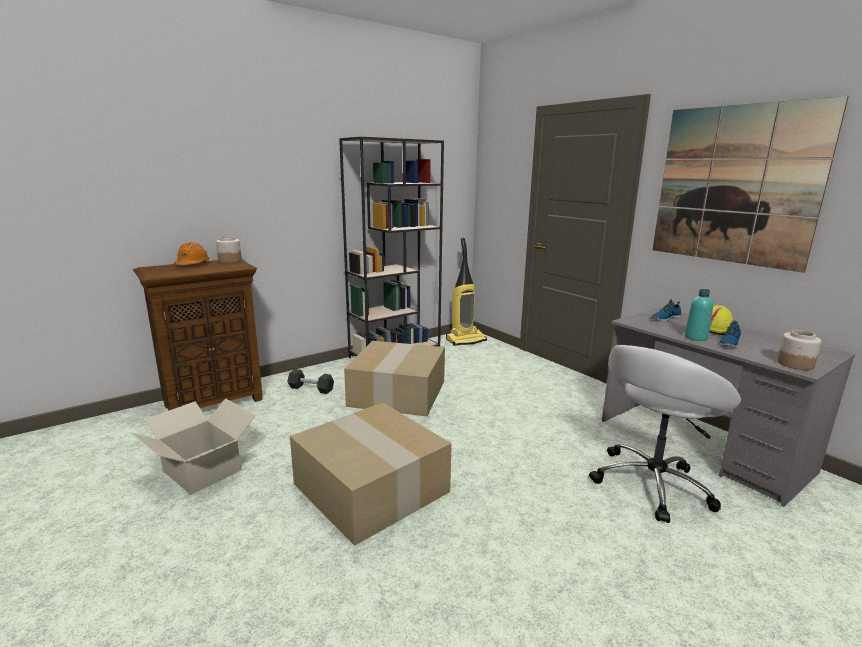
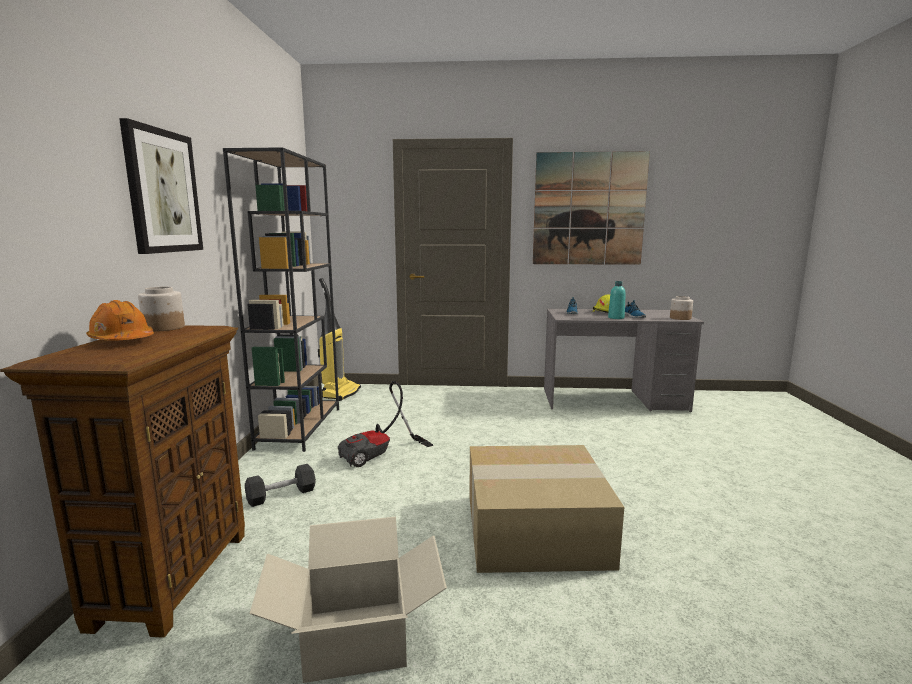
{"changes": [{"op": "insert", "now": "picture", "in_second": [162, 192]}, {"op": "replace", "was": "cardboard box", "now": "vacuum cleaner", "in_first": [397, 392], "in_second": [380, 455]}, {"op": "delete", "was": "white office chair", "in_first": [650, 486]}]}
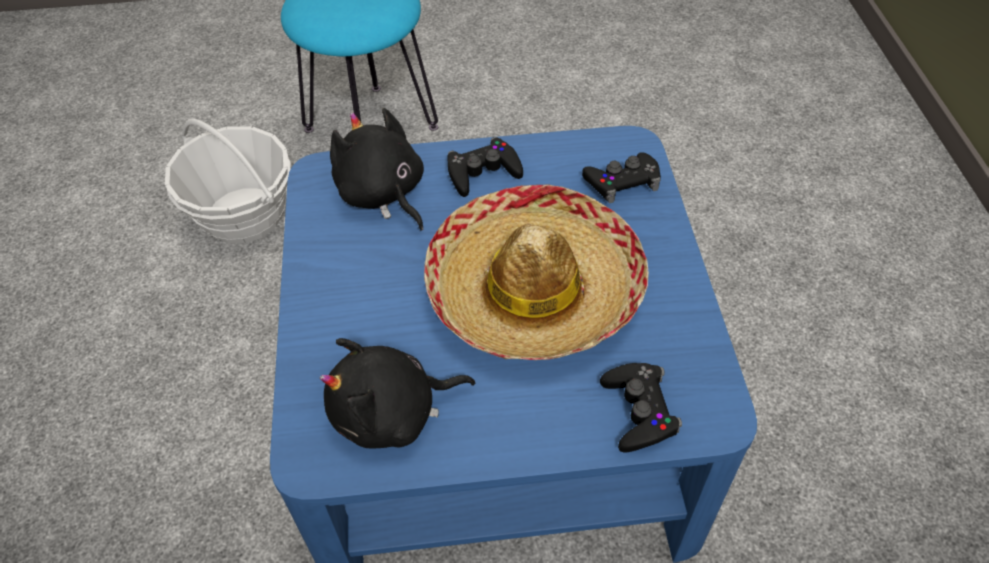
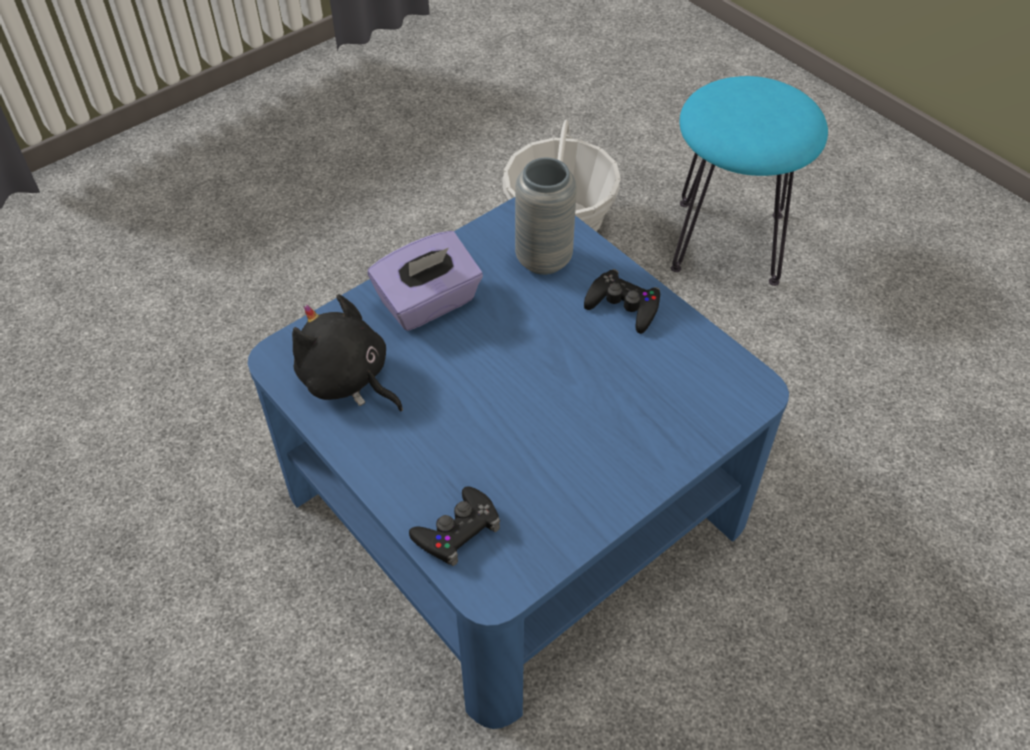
{"changes": [{"op": "insert", "now": "purple tissue box", "in_second": [429, 303]}, {"op": "replace", "was": "black plush toy", "now": "grey vase", "in_first": [383, 194], "in_second": [543, 259]}, {"op": "delete", "was": "hat", "in_first": [534, 289]}, {"op": "delete", "was": "black game controller", "in_first": [622, 182]}]}
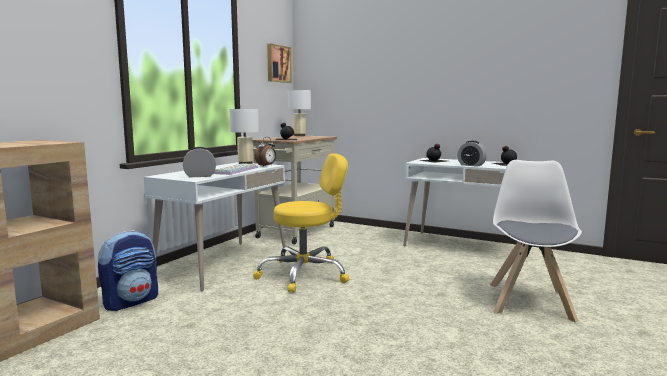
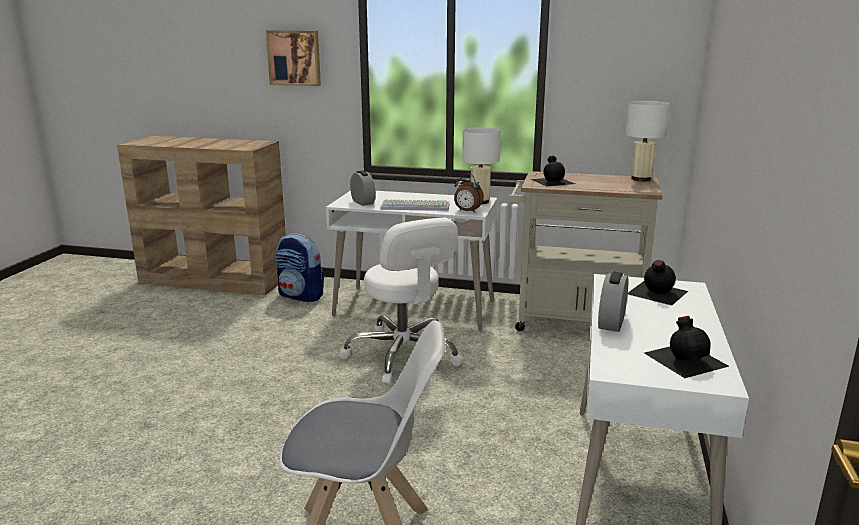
{"changes": [{"op": "move", "was": "picture", "in_first": [278, 64], "in_second": [294, 58]}, {"op": "recolor", "was": "yellow office chair", "now": "white office chair", "in_first": [308, 274], "in_second": [405, 357]}]}
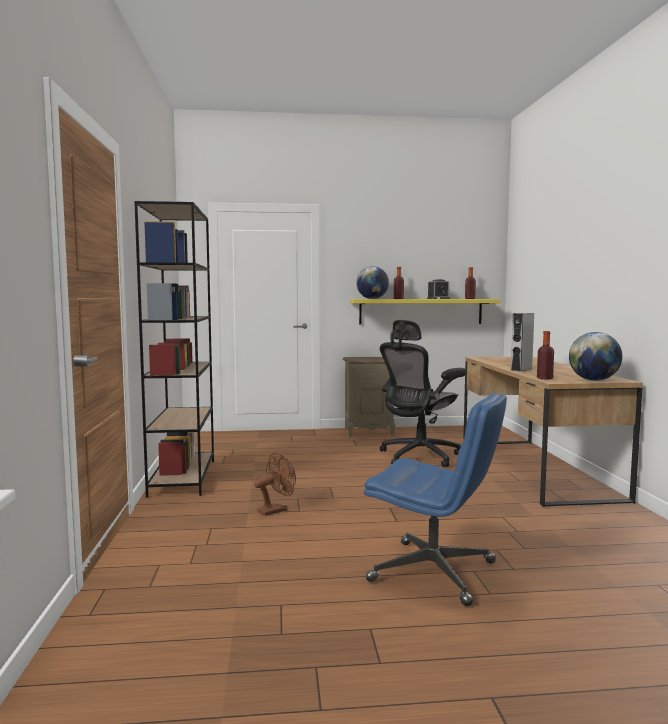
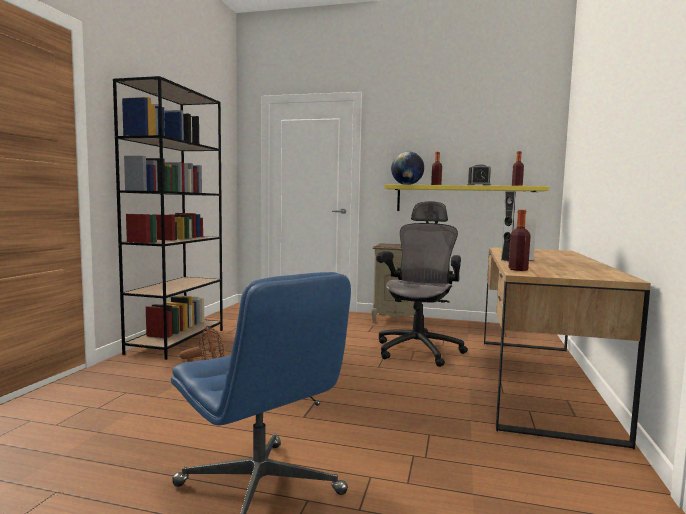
{"changes": [{"op": "rotate", "was": "office chair", "in_first": [419, 457], "in_second": [418, 350], "clockwise": 135}, {"op": "delete", "was": "globe", "in_first": [593, 380]}]}
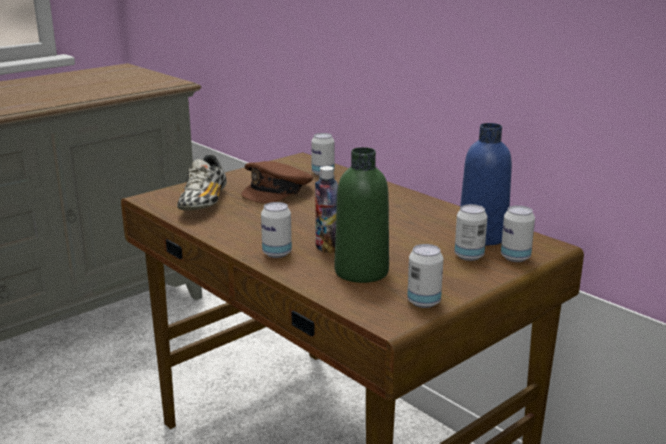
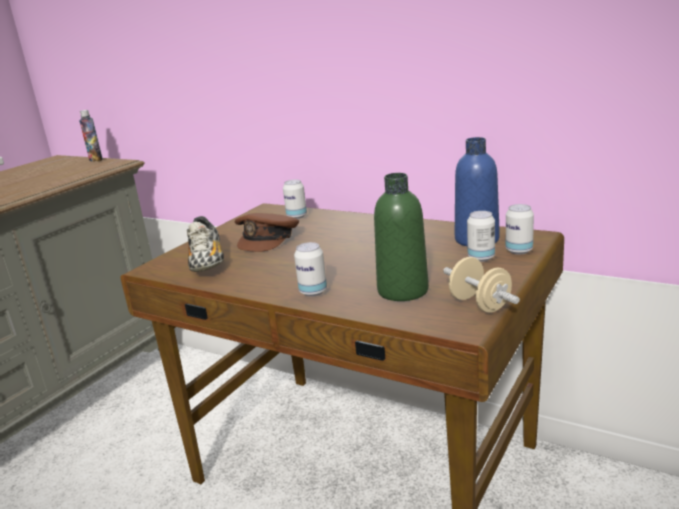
{"changes": [{"op": "move", "was": "bottle", "in_first": [326, 247], "in_second": [96, 160]}, {"op": "replace", "was": "can", "now": "beige dumbbell", "in_first": [424, 302], "in_second": [480, 304]}]}
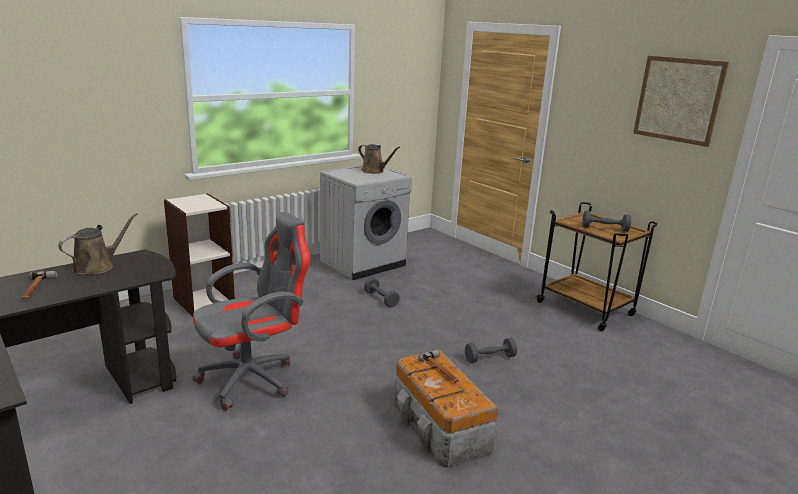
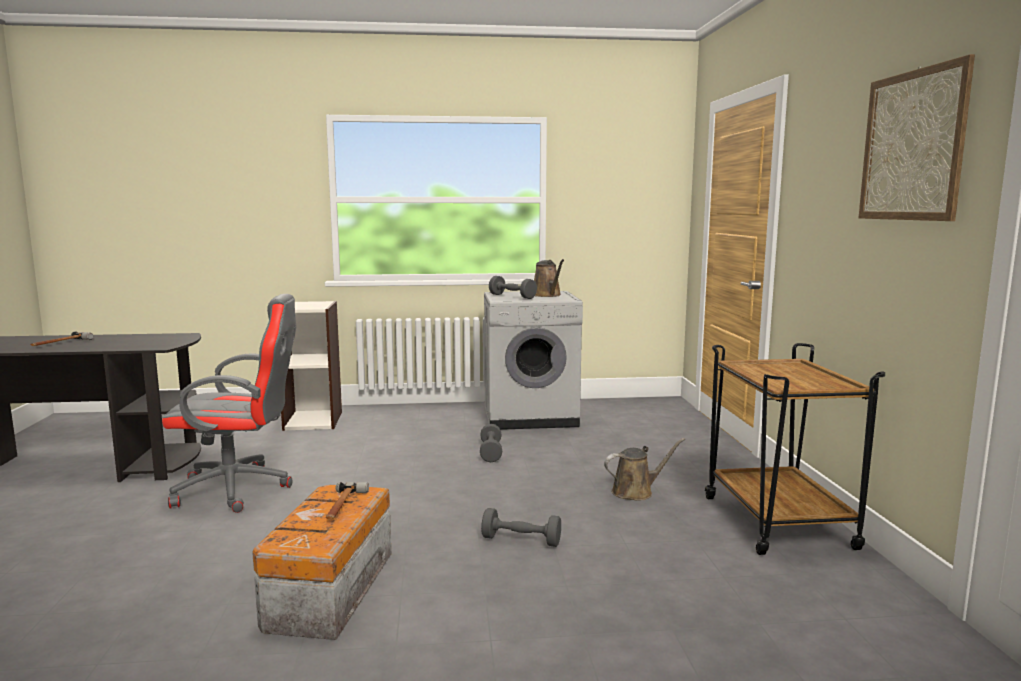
{"changes": [{"op": "move", "was": "grey dumbbell", "in_first": [604, 229], "in_second": [512, 296]}, {"op": "move", "was": "brown watering can", "in_first": [97, 267], "in_second": [636, 492]}]}
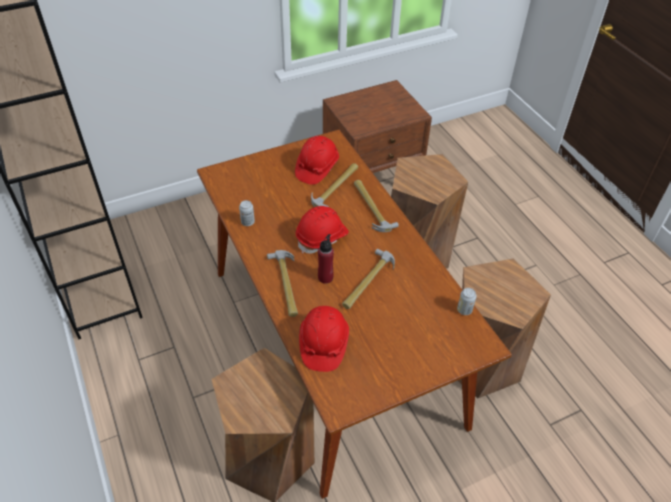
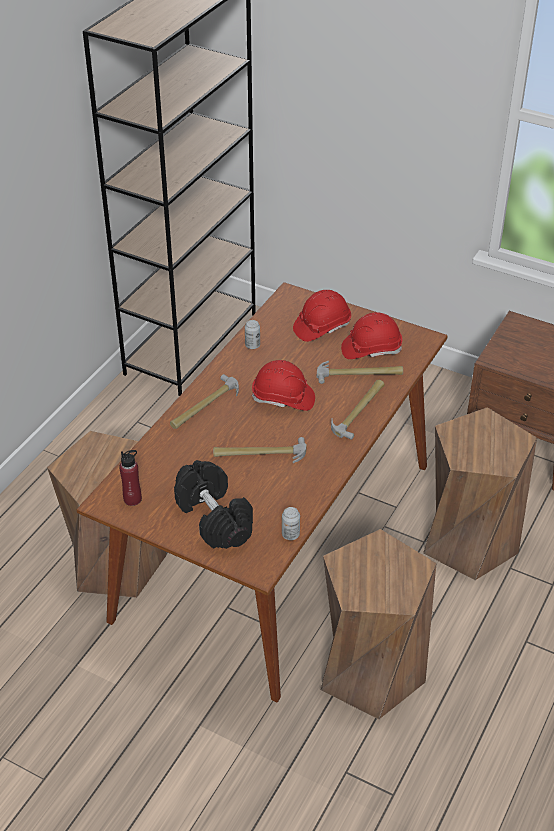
{"changes": [{"op": "move", "was": "red bottle", "in_first": [325, 277], "in_second": [132, 499]}, {"op": "insert", "now": "black dumbbell", "in_second": [215, 518]}, {"op": "move", "was": "red hard hat", "in_first": [323, 344], "in_second": [322, 327]}]}
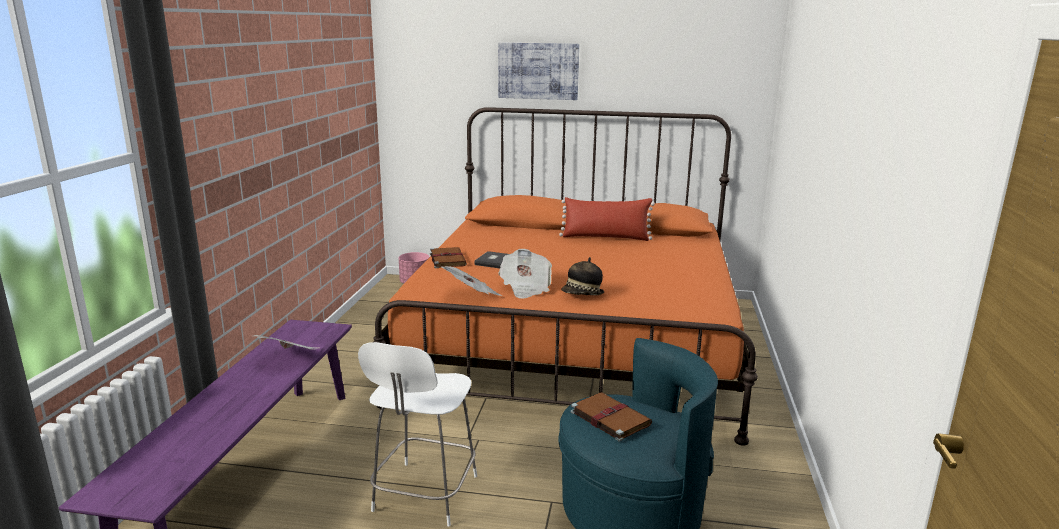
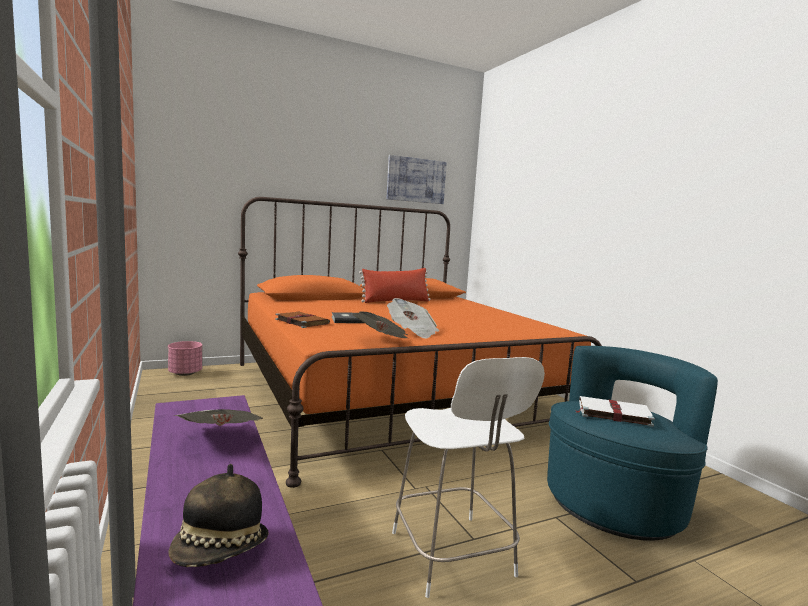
{"changes": [{"op": "move", "was": "hat", "in_first": [582, 295], "in_second": [220, 551]}, {"op": "move", "was": "picture", "in_first": [538, 71], "in_second": [416, 180]}, {"op": "recolor", "was": "brown book", "now": "white book", "in_first": [609, 418], "in_second": [612, 413]}]}
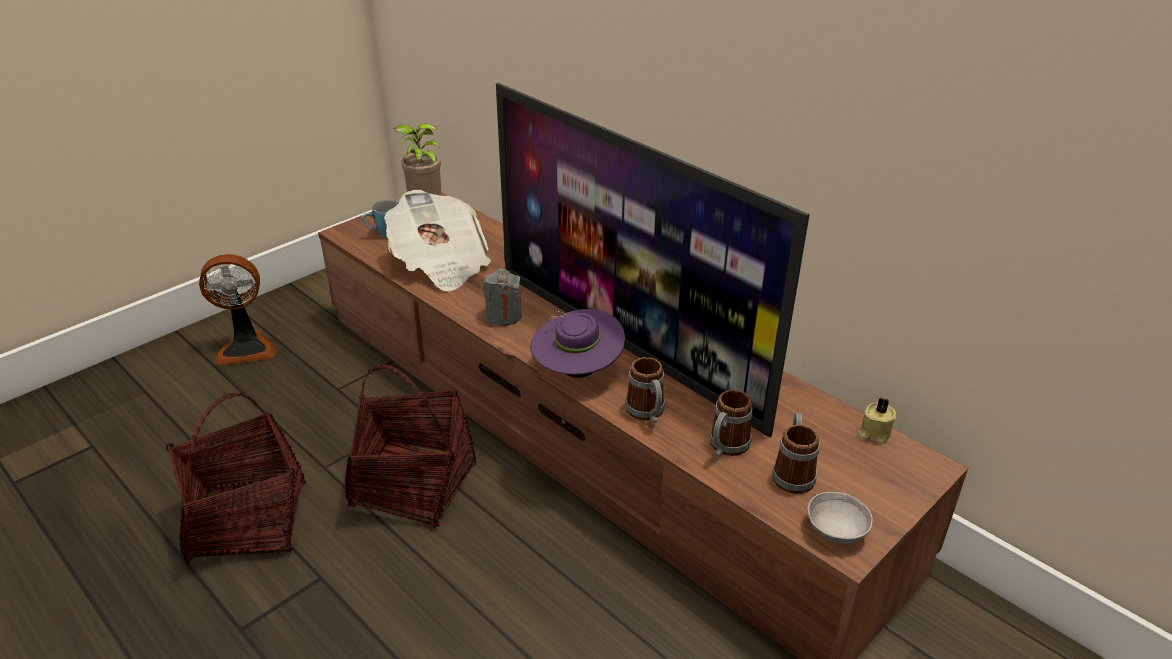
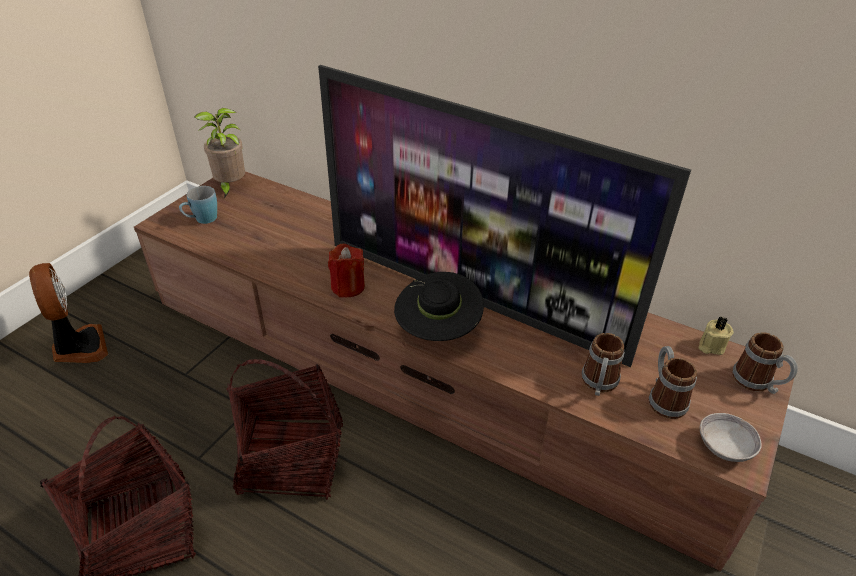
{"changes": [{"op": "rotate", "was": "fan", "in_first": [247, 348], "in_second": [79, 347], "clockwise": -90}, {"op": "recolor", "was": "grey candle", "now": "red candle", "in_first": [503, 316], "in_second": [348, 287]}, {"op": "recolor", "was": "purple hat", "now": "black hat", "in_first": [577, 371], "in_second": [438, 331]}, {"op": "move", "was": "mug", "in_first": [647, 413], "in_second": [757, 383]}, {"op": "delete", "was": "newspaper", "in_first": [440, 264]}]}
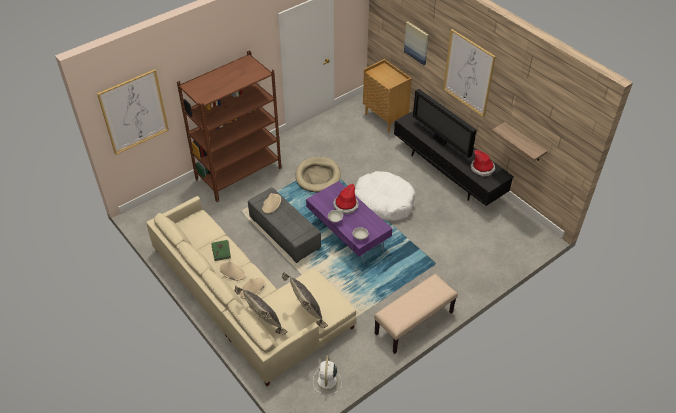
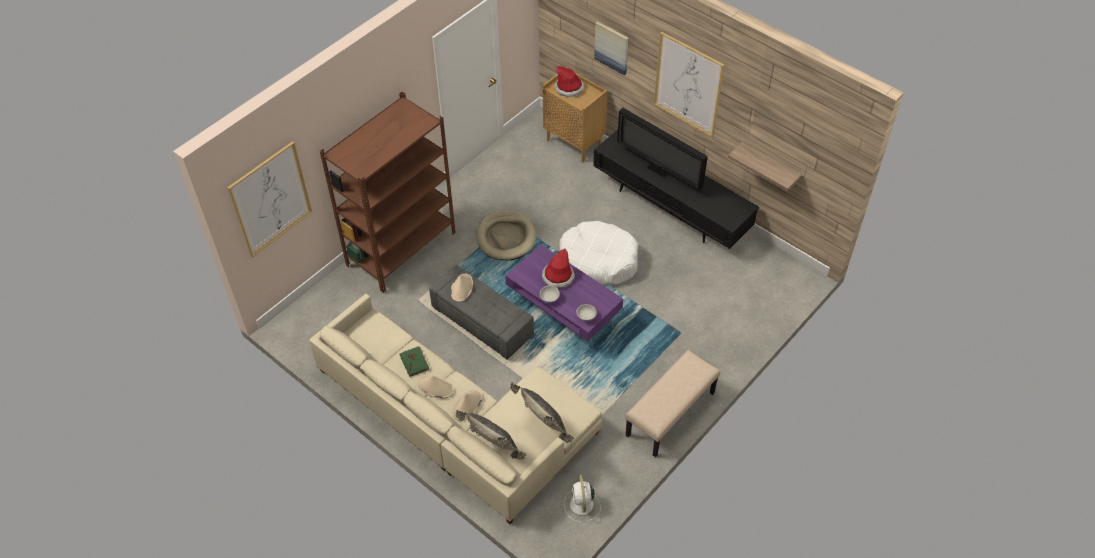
{"changes": [{"op": "move", "was": "hat", "in_first": [482, 168], "in_second": [569, 88]}]}
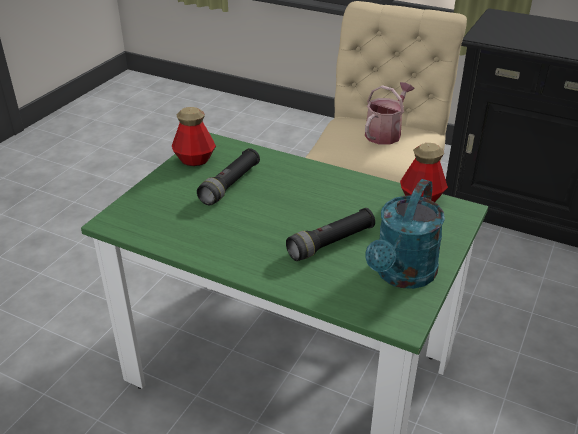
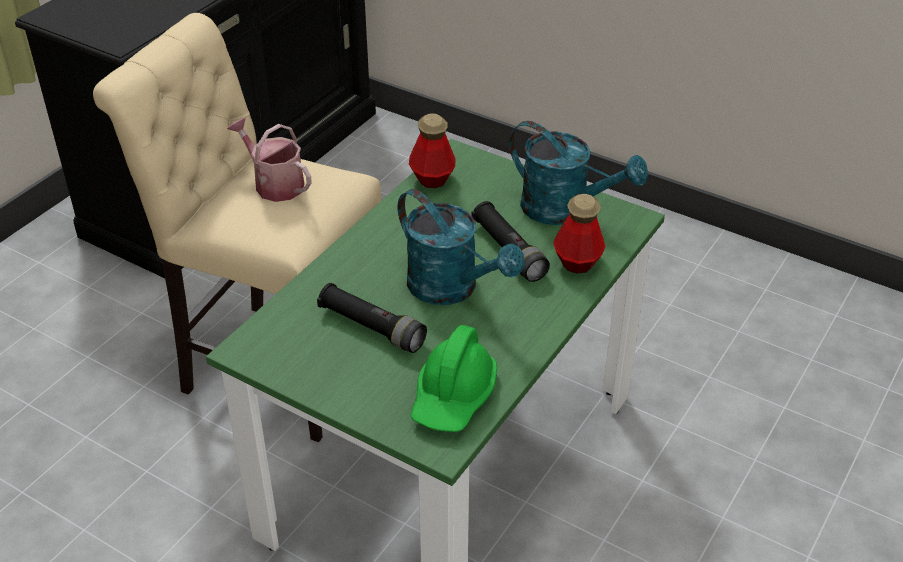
{"changes": [{"op": "insert", "now": "turquoise watering can", "in_second": [452, 289]}, {"op": "insert", "now": "green hard hat", "in_second": [453, 396]}, {"op": "move", "was": "bottle", "in_first": [195, 160], "in_second": [577, 261]}]}
